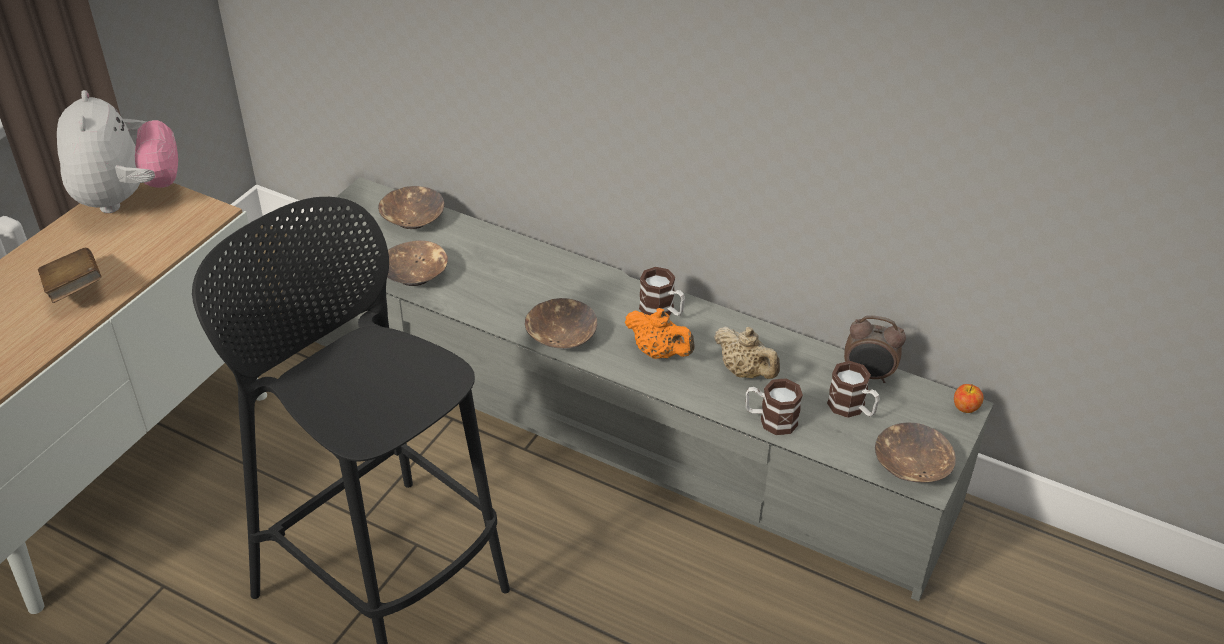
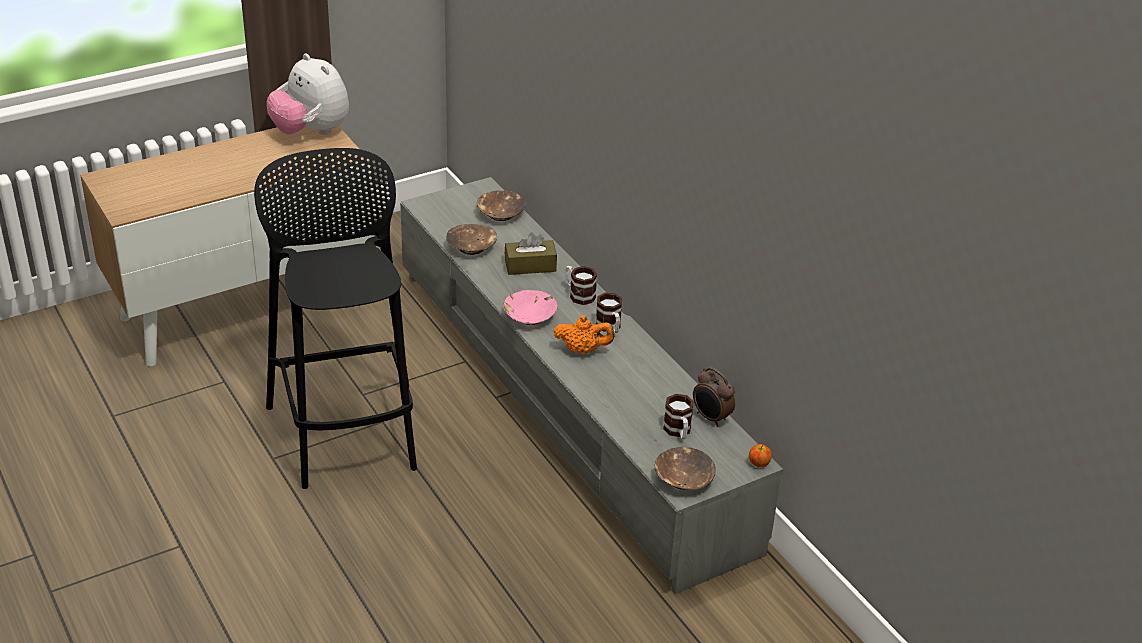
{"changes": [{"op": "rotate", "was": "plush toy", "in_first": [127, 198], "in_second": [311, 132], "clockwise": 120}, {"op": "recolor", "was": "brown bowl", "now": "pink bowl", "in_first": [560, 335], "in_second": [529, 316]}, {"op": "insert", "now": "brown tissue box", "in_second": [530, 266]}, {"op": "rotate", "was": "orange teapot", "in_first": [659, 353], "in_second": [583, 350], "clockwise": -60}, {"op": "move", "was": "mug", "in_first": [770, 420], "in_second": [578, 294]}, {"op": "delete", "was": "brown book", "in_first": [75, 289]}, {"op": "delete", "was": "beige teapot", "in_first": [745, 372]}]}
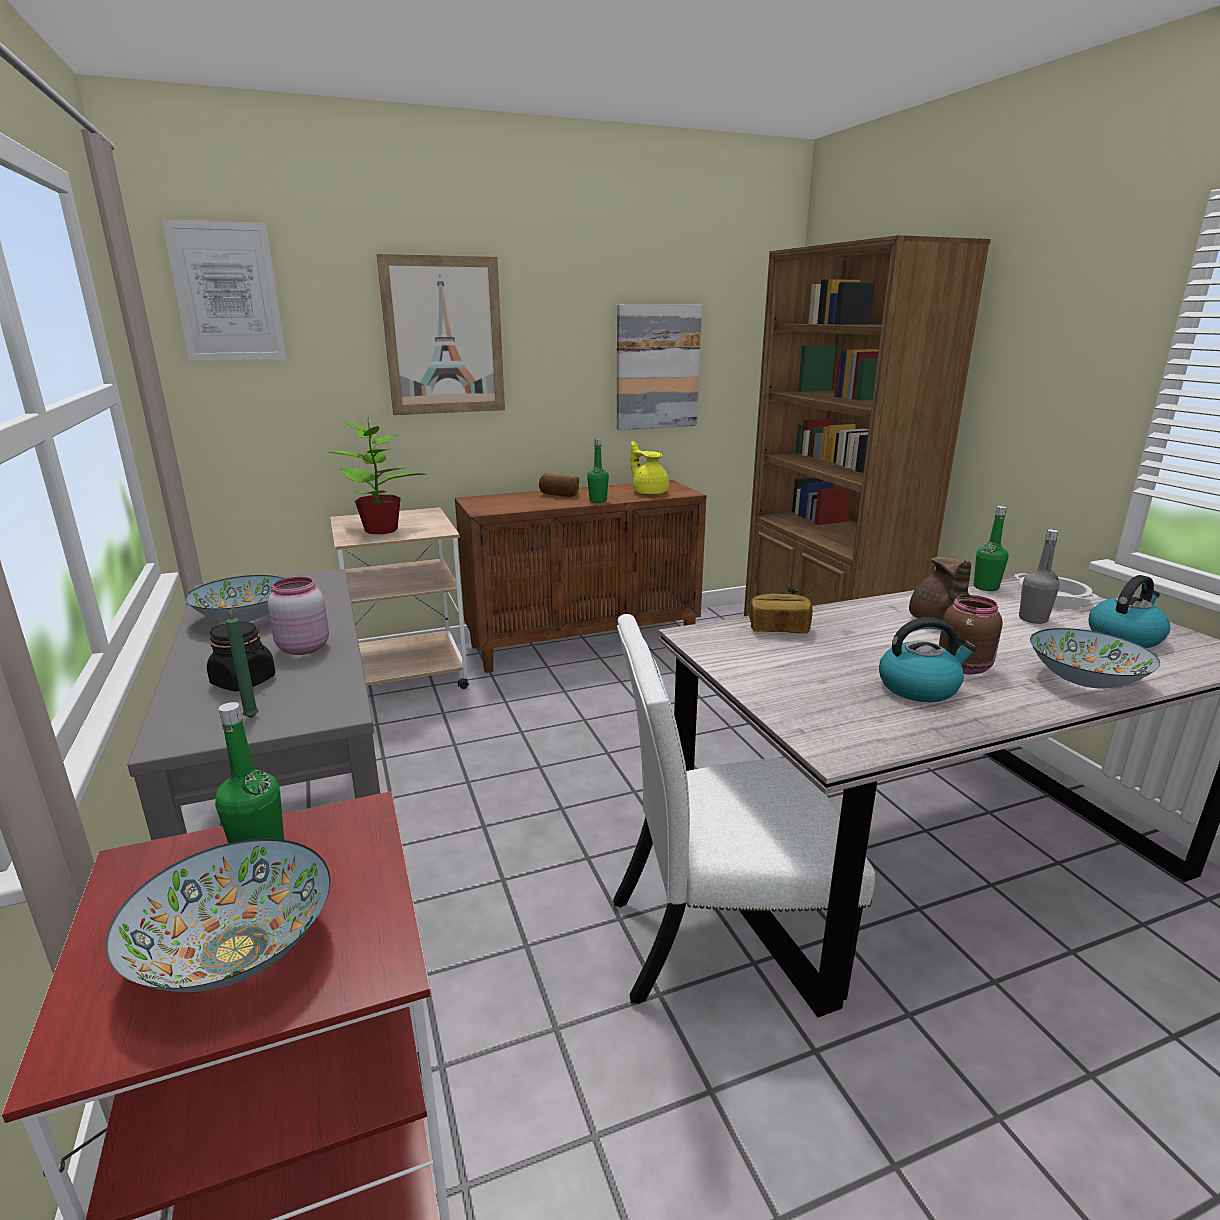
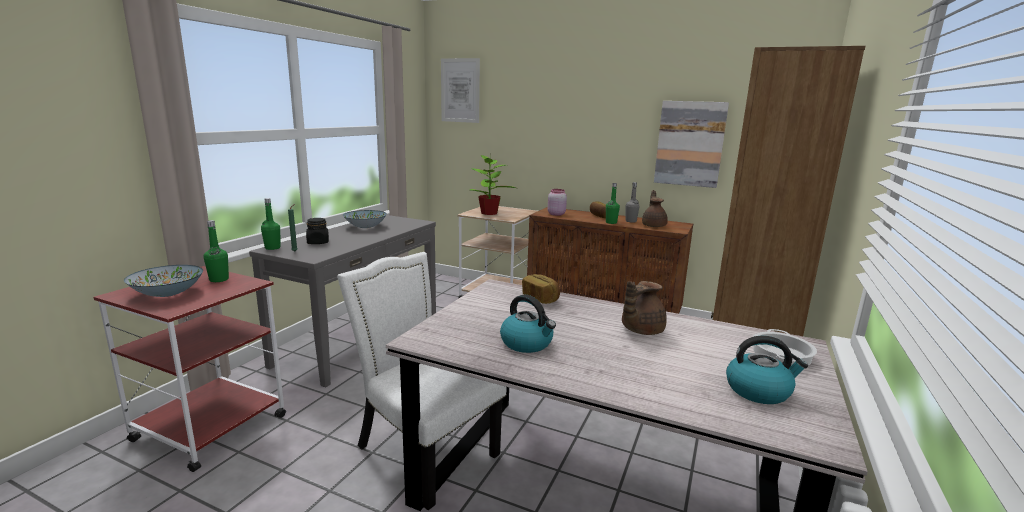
{"changes": [{"op": "move", "was": "green bottle", "in_first": [985, 587], "in_second": [272, 248]}, {"op": "move", "was": "pink jar", "in_first": [302, 648], "in_second": [556, 214]}, {"op": "move", "was": "grey bottle", "in_first": [1033, 619], "in_second": [631, 221]}, {"op": "recolor", "was": "yellow teapot", "now": "brown teapot", "in_first": [649, 493], "in_second": [654, 225]}, {"op": "delete", "was": "picture", "in_first": [444, 336]}, {"op": "delete", "was": "brown jar", "in_first": [964, 667]}, {"op": "delete", "was": "bowl", "in_first": [1084, 681]}]}
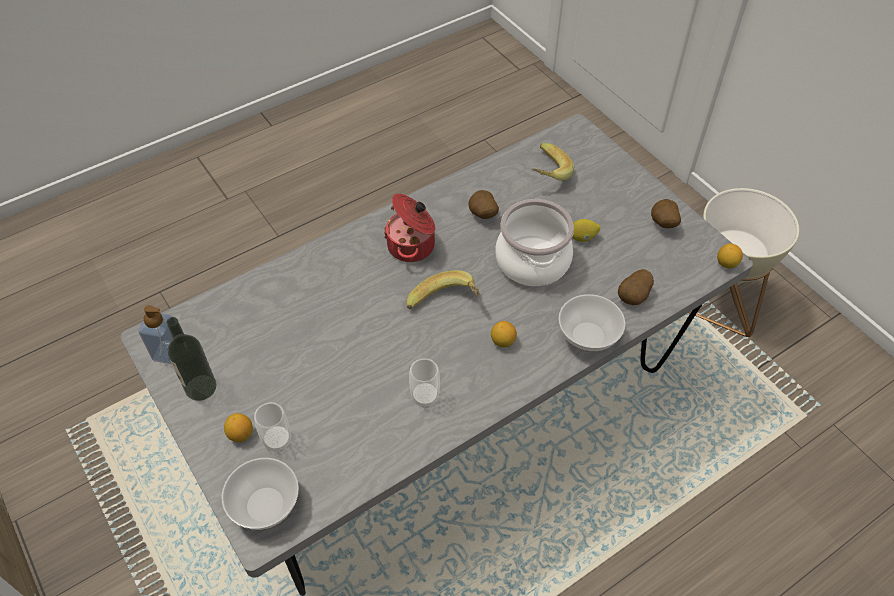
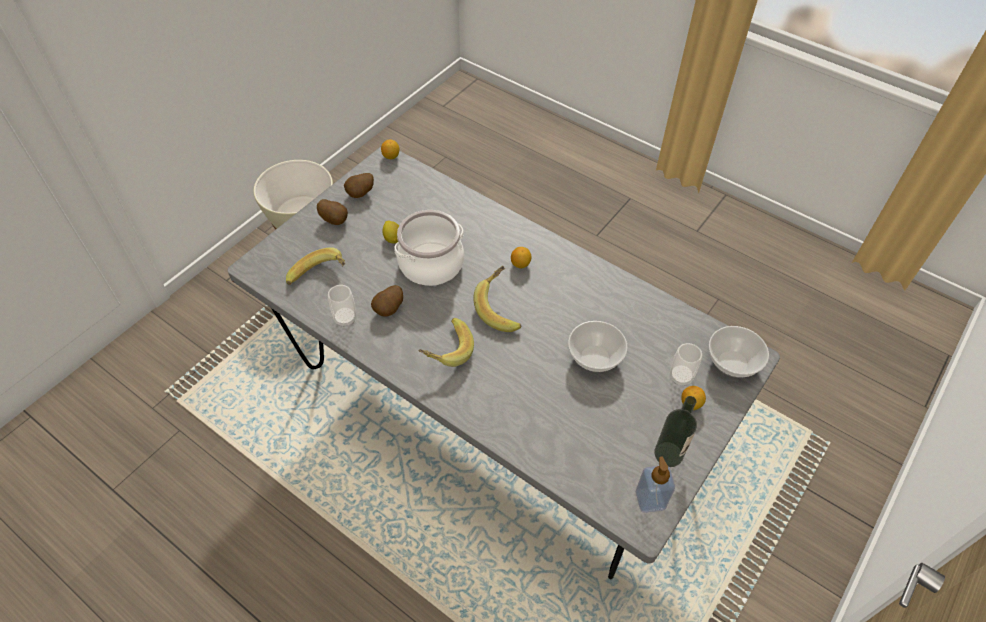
{"changes": [{"op": "move", "was": "potato", "in_first": [633, 297], "in_second": [335, 220]}, {"op": "move", "was": "cup", "in_first": [425, 397], "in_second": [345, 318]}, {"op": "replace", "was": "cooking pot", "now": "banana", "in_first": [412, 246], "in_second": [445, 350]}, {"op": "move", "was": "bowl", "in_first": [587, 337], "in_second": [595, 359]}]}
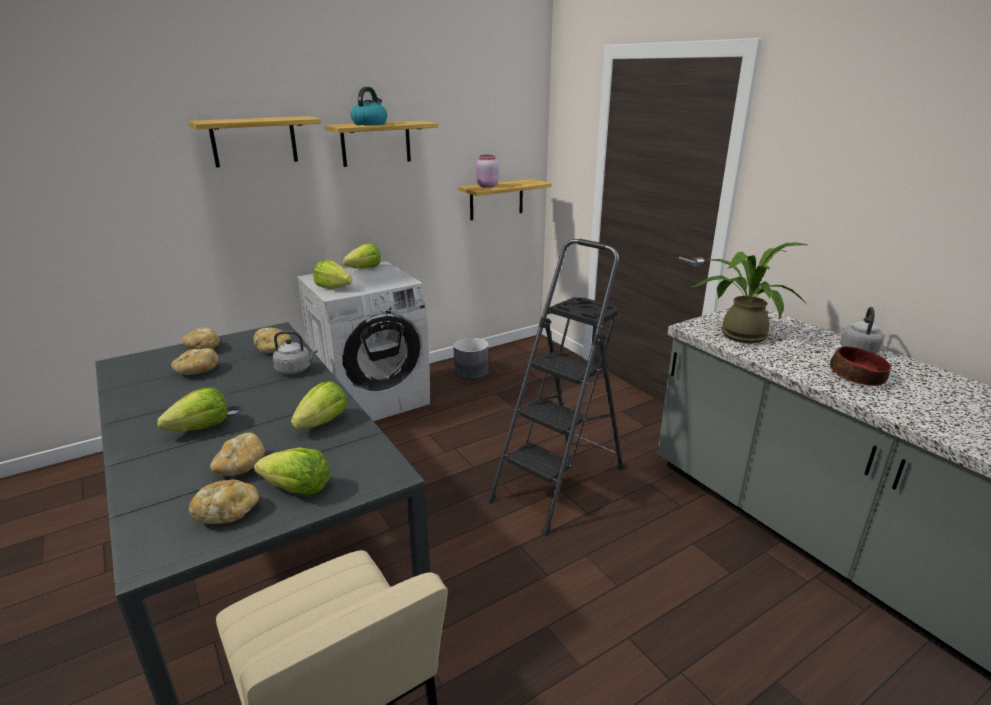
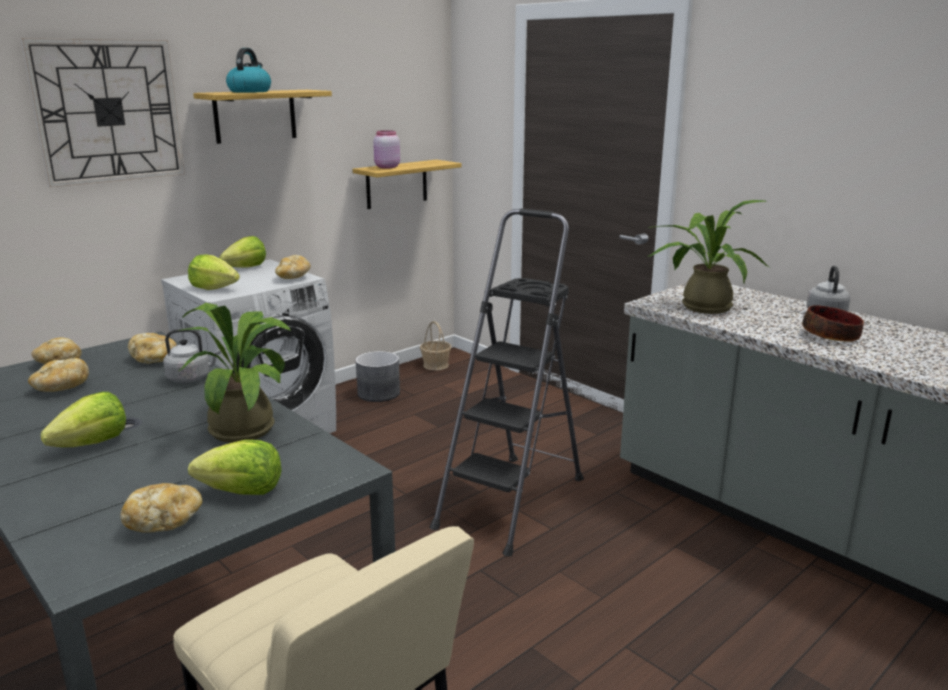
{"changes": [{"op": "replace", "was": "shelf", "now": "wall clock", "in_first": [254, 141], "in_second": [108, 111]}, {"op": "replace", "was": "lettuce", "now": "potted plant", "in_first": [322, 422], "in_second": [247, 427]}, {"op": "move", "was": "bread", "in_first": [241, 467], "in_second": [293, 277]}, {"op": "insert", "now": "basket", "in_second": [436, 365]}]}
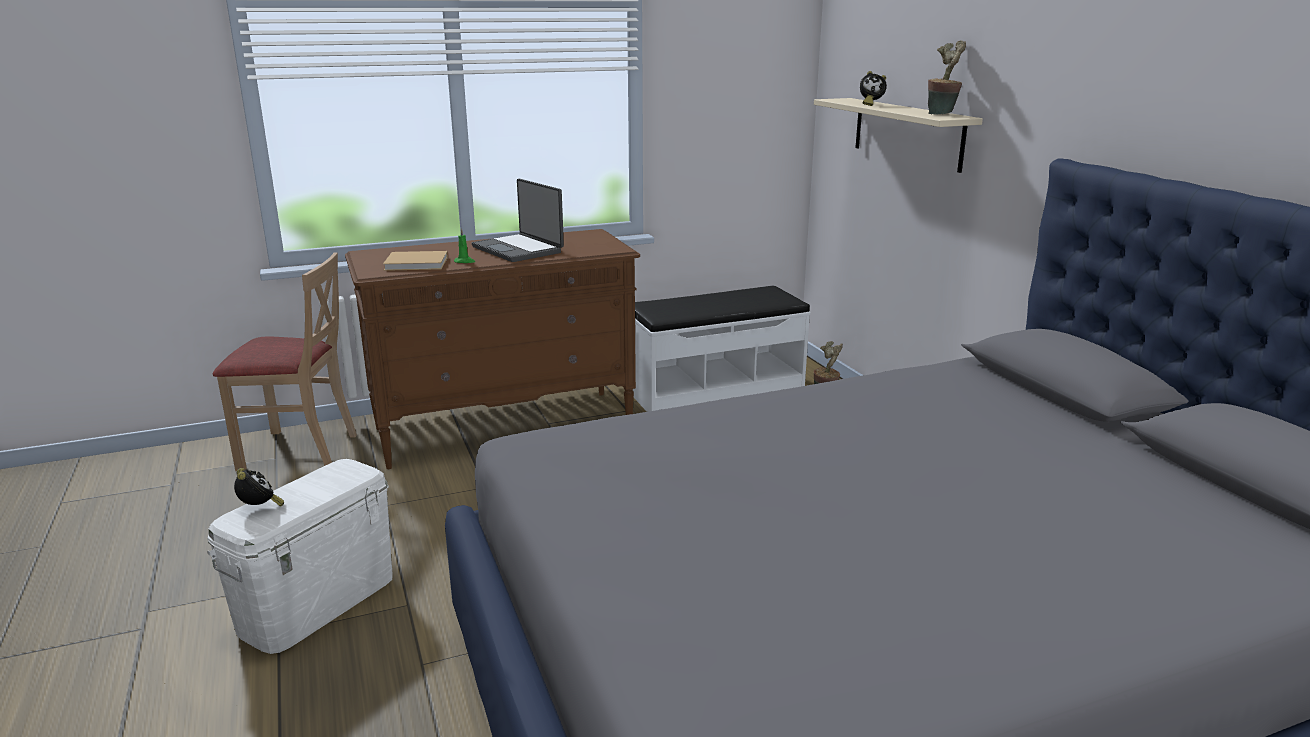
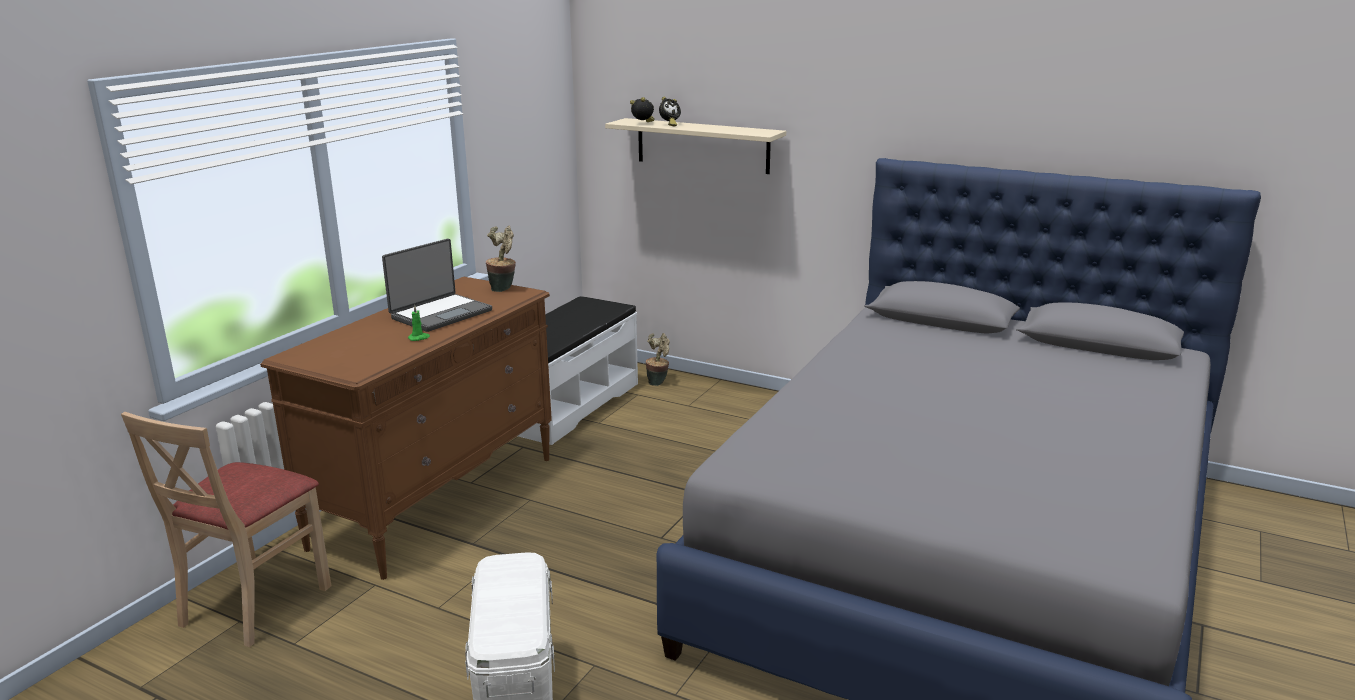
{"changes": [{"op": "rotate", "was": "beige chair", "in_first": [299, 451], "in_second": [254, 604], "clockwise": 150}, {"op": "rotate", "was": "laptop", "in_first": [519, 249], "in_second": [440, 314], "clockwise": -60}, {"op": "move", "was": "potted plant", "in_first": [943, 114], "in_second": [504, 288]}, {"op": "move", "was": "alarm clock", "in_first": [260, 508], "in_second": [643, 123]}, {"op": "delete", "was": "beige book", "in_first": [418, 263]}]}
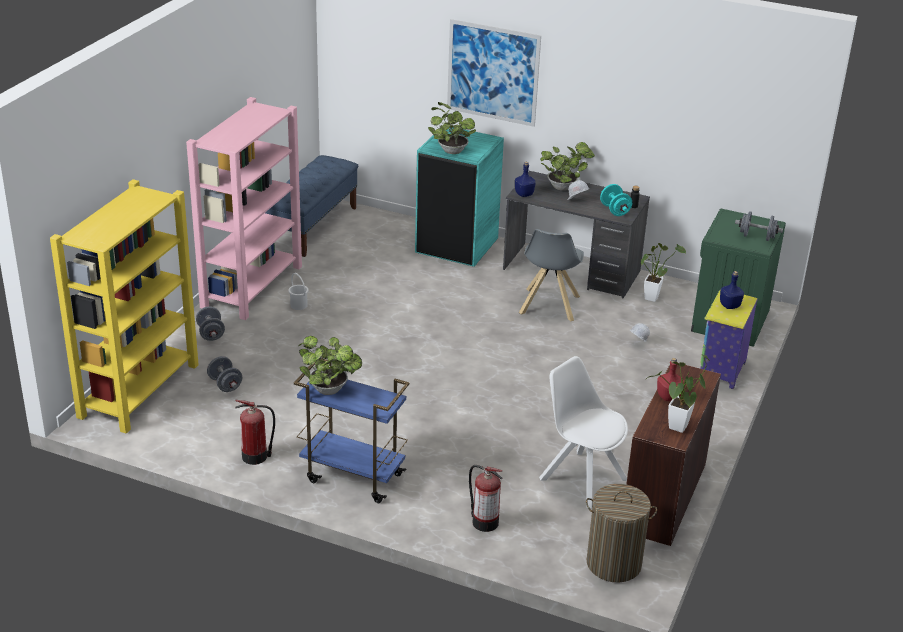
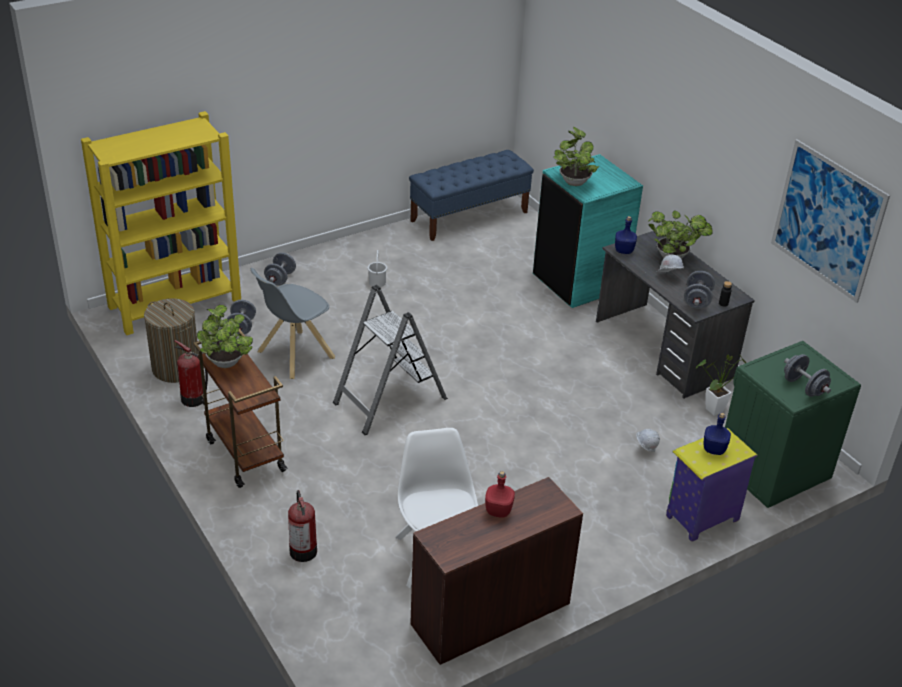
{"changes": [{"op": "move", "was": "laundry basket", "in_first": [613, 564], "in_second": [176, 368]}, {"op": "recolor", "was": "blue cart", "now": "brown cart", "in_first": [352, 477], "in_second": [244, 454]}, {"op": "move", "was": "grey chair", "in_first": [549, 306], "in_second": [294, 355]}, {"op": "insert", "now": "grey step ladder", "in_second": [389, 400]}, {"op": "recolor", "was": "turquoise dumbbell", "now": "grey dumbbell", "in_first": [615, 210], "in_second": [697, 300]}, {"op": "move", "was": "picture", "in_first": [493, 73], "in_second": [827, 220]}, {"op": "delete", "was": "pink bookcase", "in_first": [252, 286]}, {"op": "delete", "was": "potted plant", "in_first": [676, 429]}]}
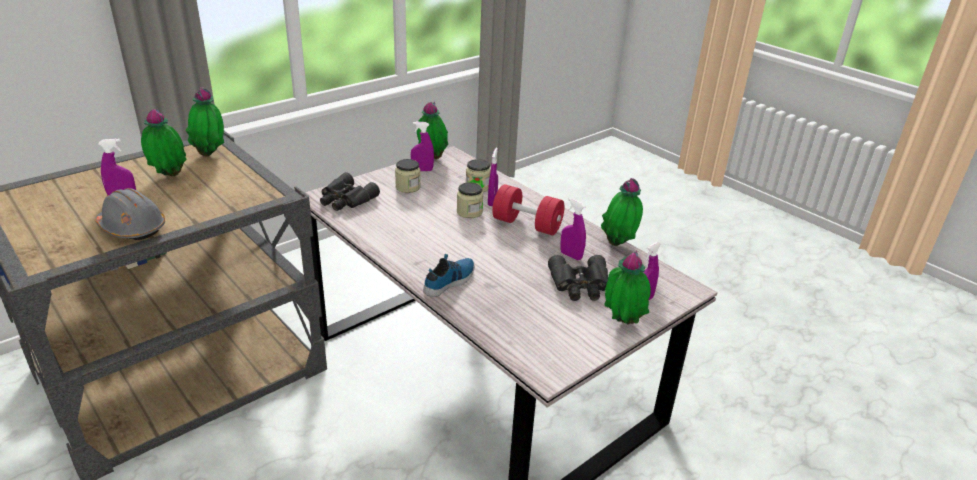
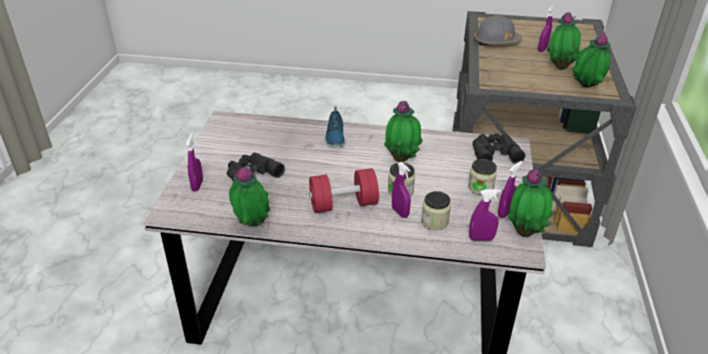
{"changes": [{"op": "move", "was": "potted plant", "in_first": [621, 323], "in_second": [401, 159]}, {"op": "move", "was": "purple spray bottle", "in_first": [571, 256], "in_second": [481, 238]}]}
